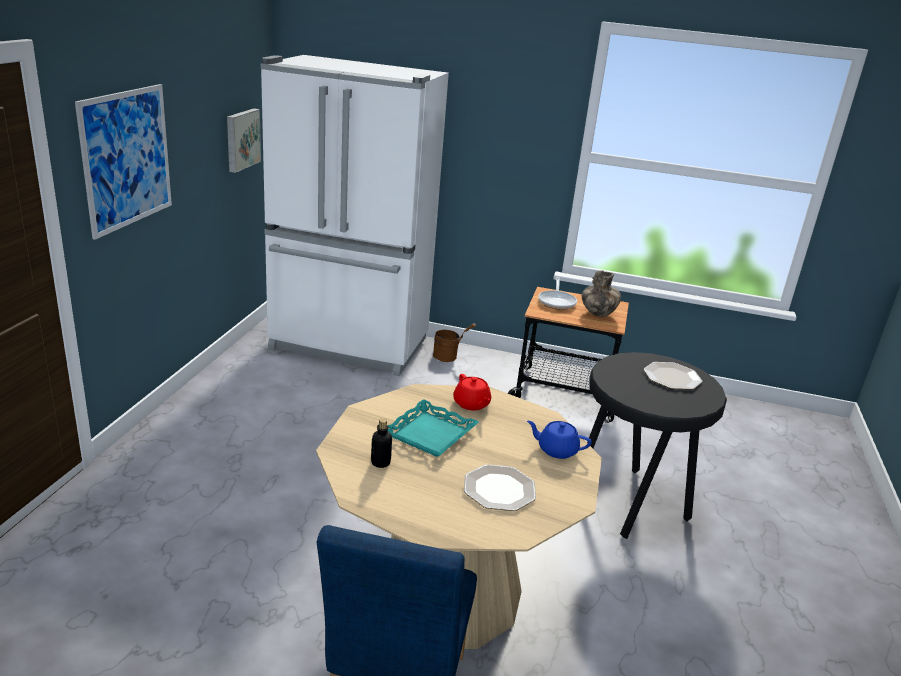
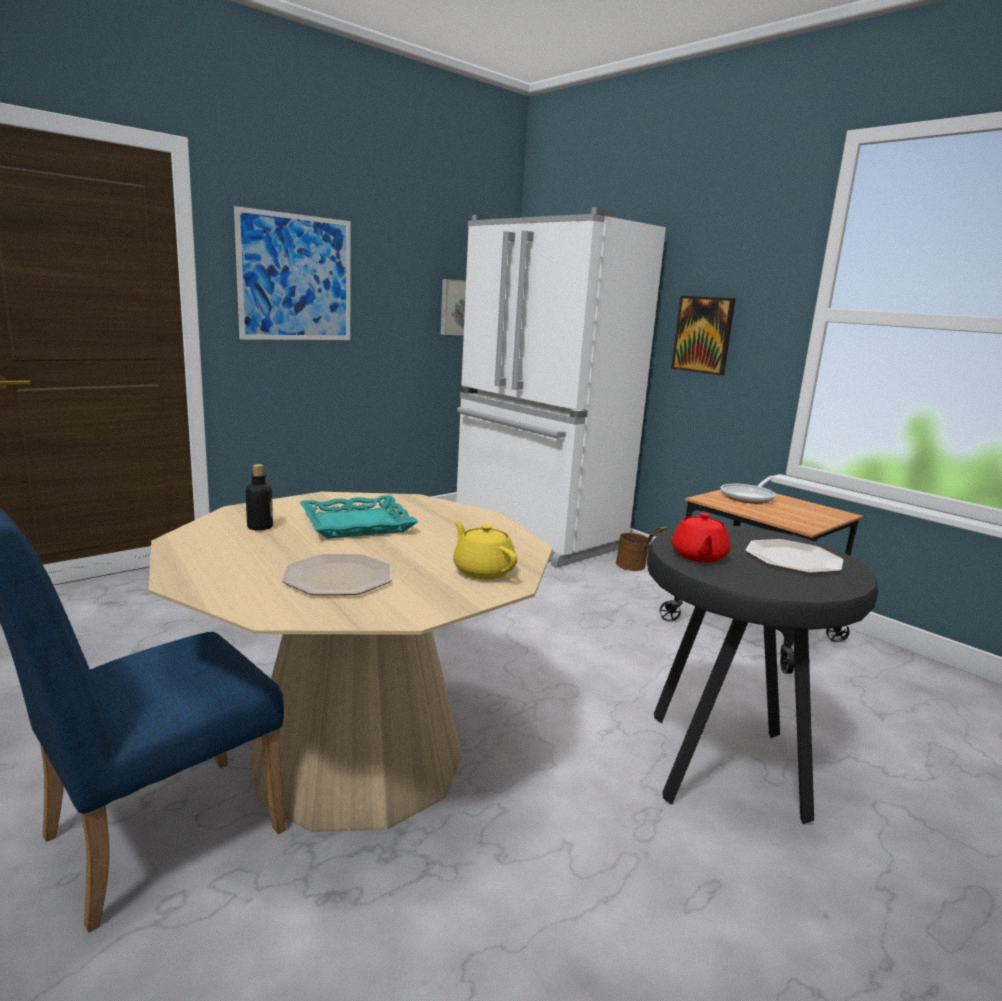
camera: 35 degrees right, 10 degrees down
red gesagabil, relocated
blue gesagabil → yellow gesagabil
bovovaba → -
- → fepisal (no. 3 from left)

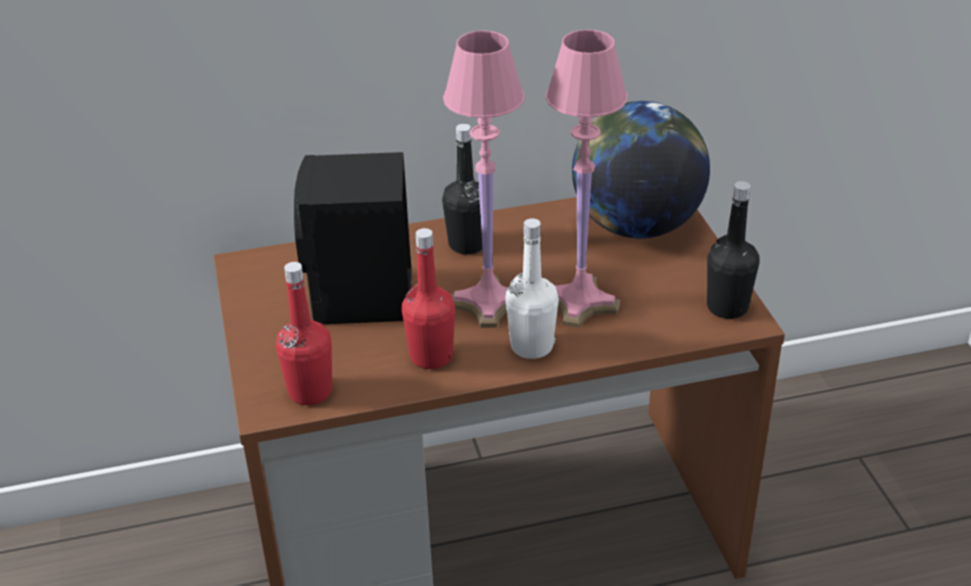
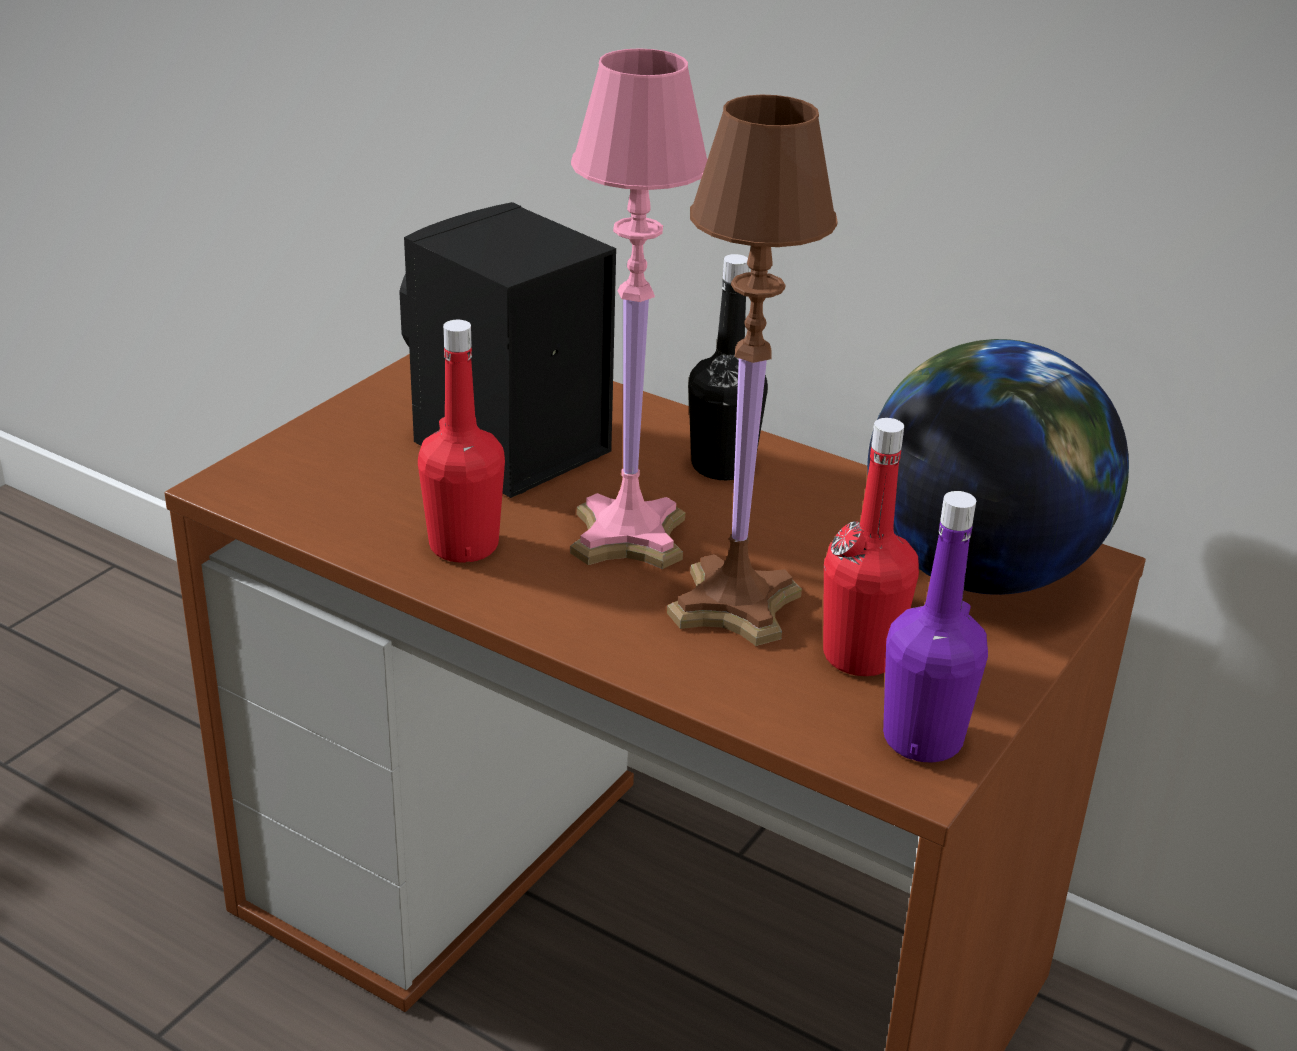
camera: 45 degrees right, 5 degrees down
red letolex (no. 1 from left in the first image) → red letolex (no. 2 from left), relocated
white letolex → -
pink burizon (no. 2 from left) → brown burizon
black letolex (no. 2 from left) → purple letolex

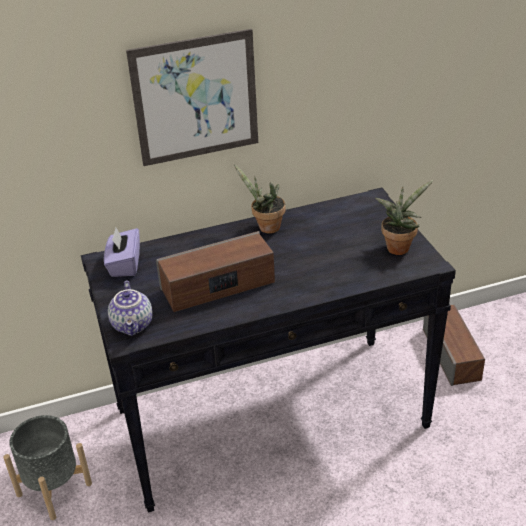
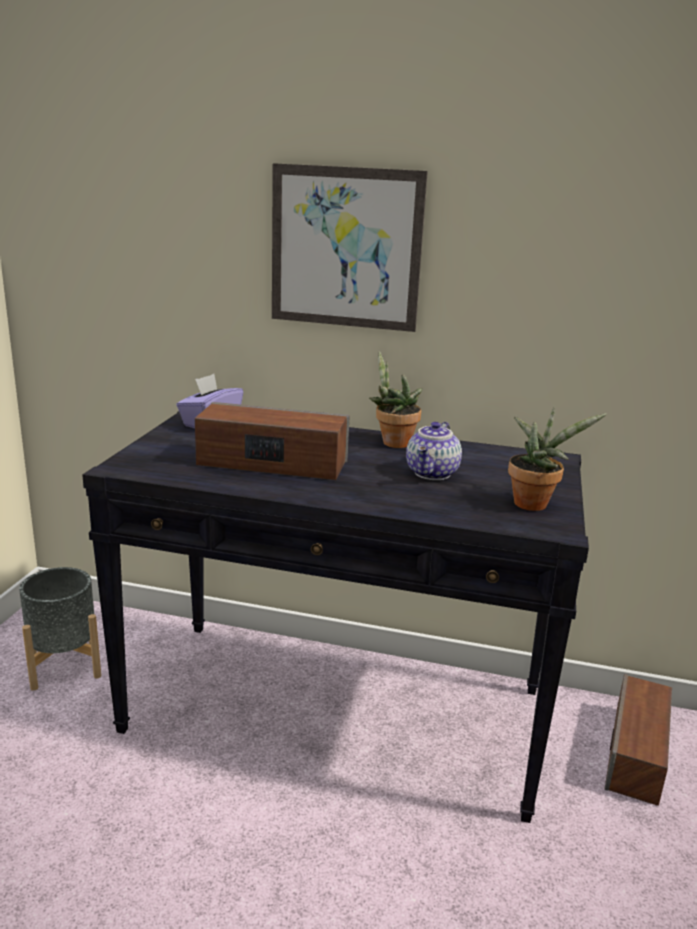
camera: 30 degrees right, 15 degrees down
gesagabil, relocated

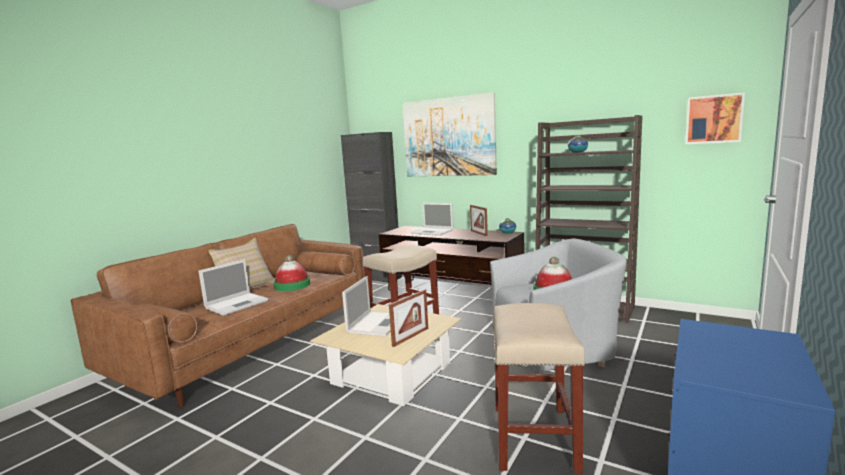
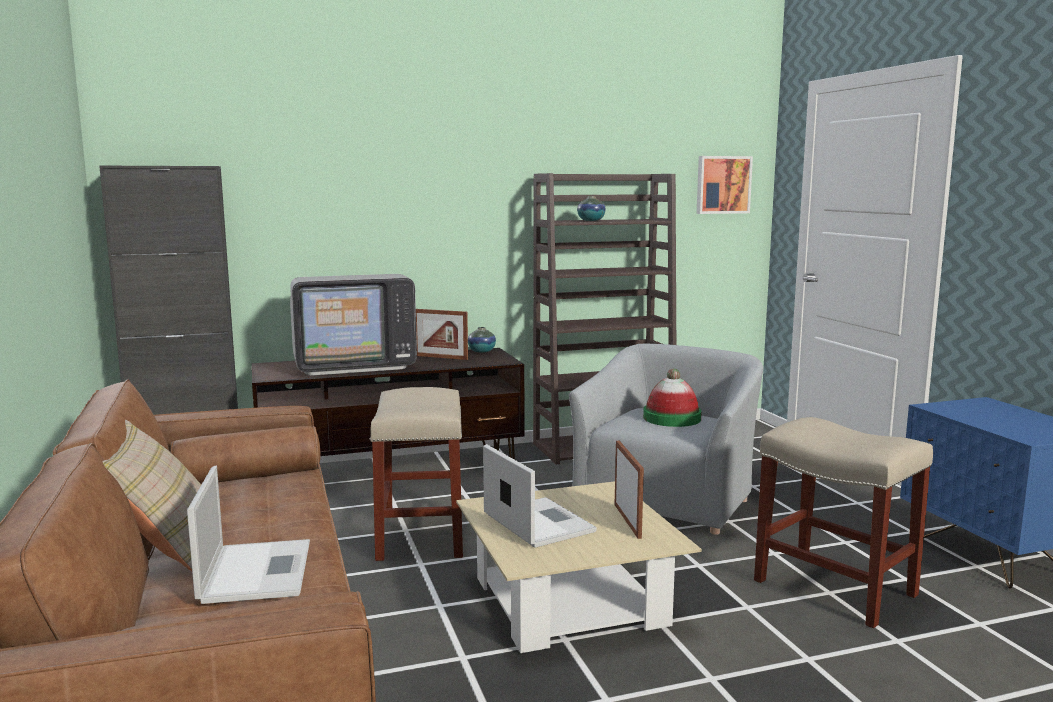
camera: 50 degrees left, 0 degrees up
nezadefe (no. 1 from left) → -
fepisal (no. 1 from left) → -
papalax (no. 3 from left) → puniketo

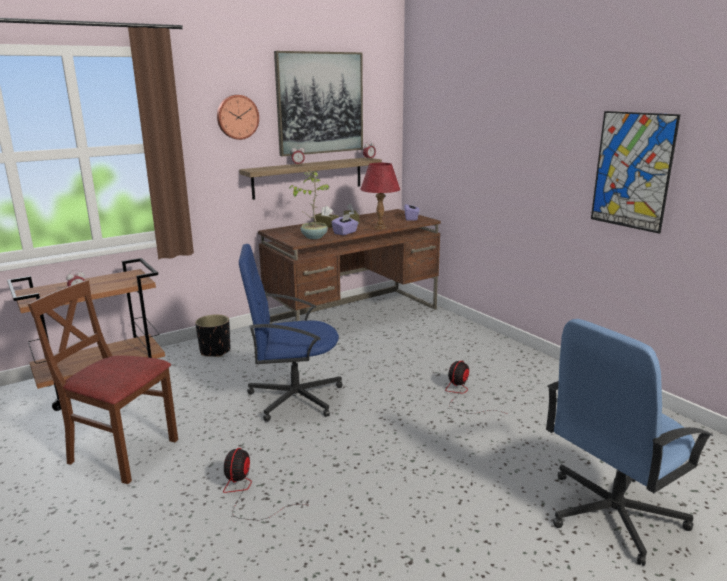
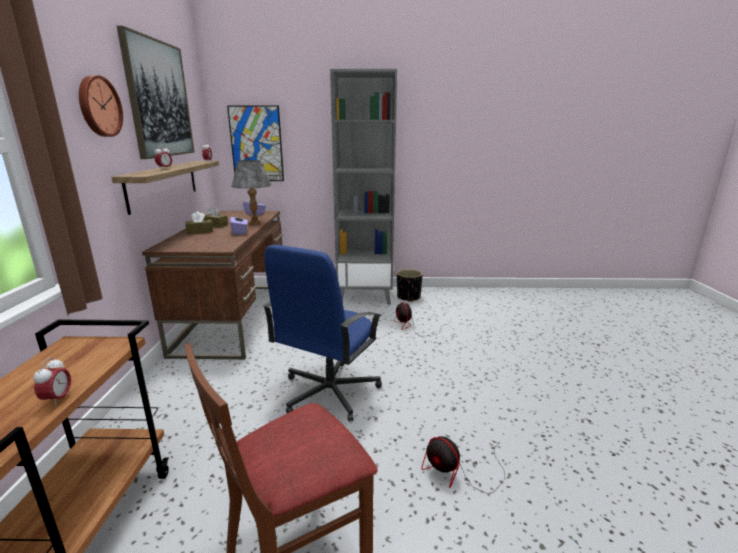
camera: 55 degrees left, 0 degrees up
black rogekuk, relocated
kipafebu → -
red burizon → grey burizon
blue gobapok (no. 2 from left) → -
fepisal (no. 2 from left), relocated
- → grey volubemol

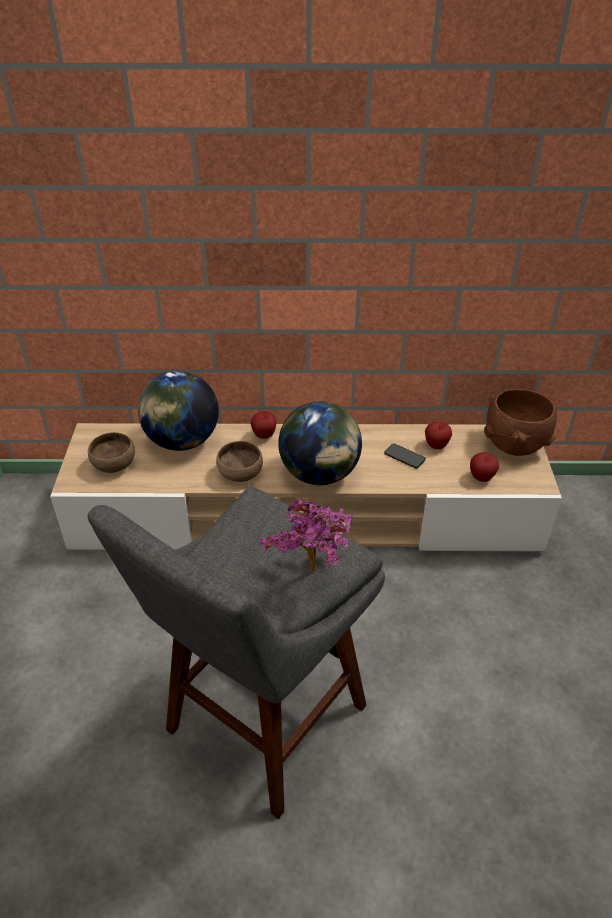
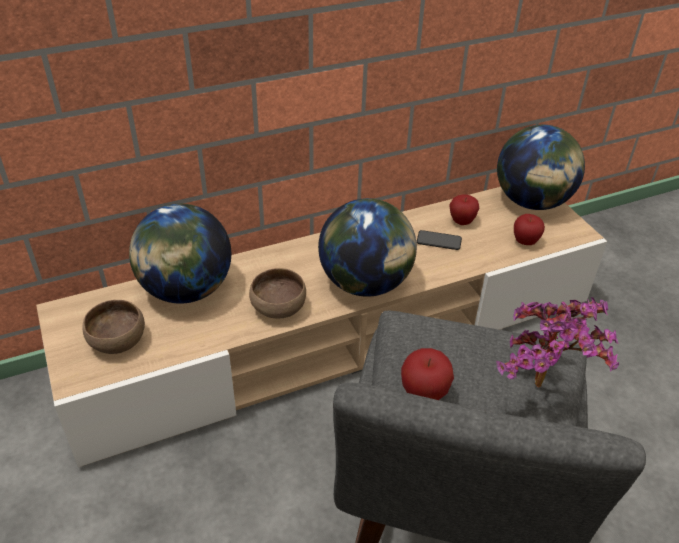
camera: 25 degrees left, 0 degrees up
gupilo (no. 1 from left), relocated
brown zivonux (no. 3 from left) → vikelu (no. 3 from left)

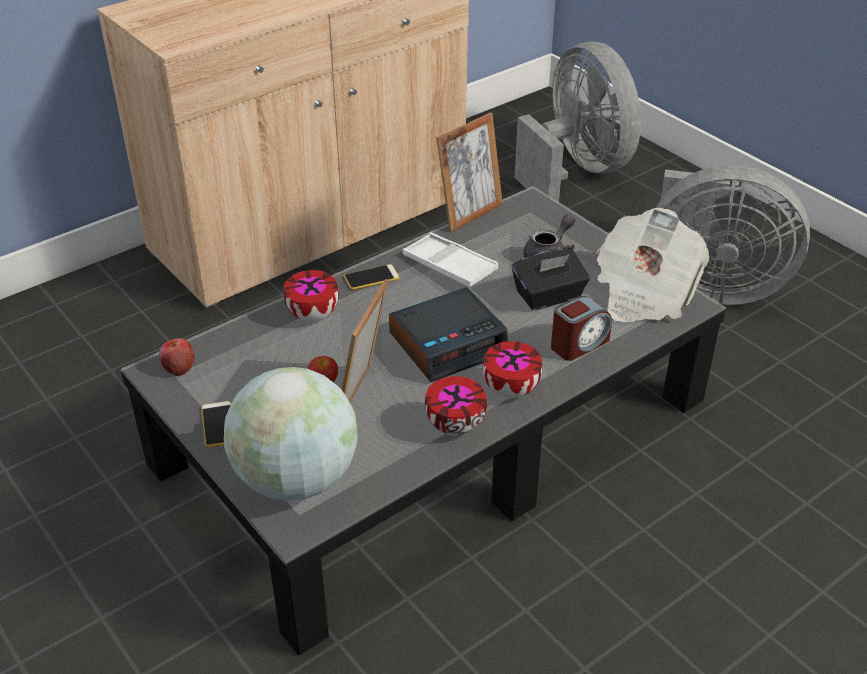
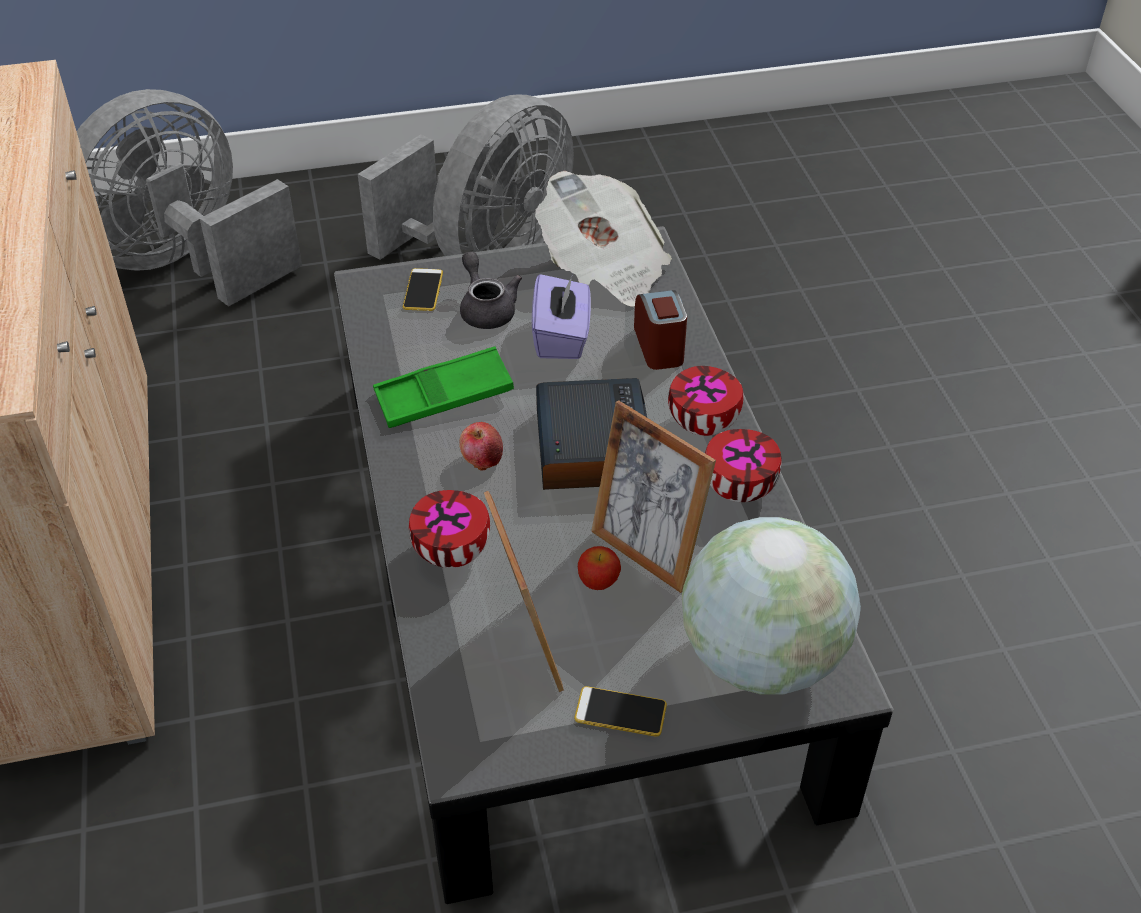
camera: 65 degrees left, 5 degrees up
gupilo (no. 1 from left), relocated
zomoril (no. 2 from left in the first image) → zomoril (no. 1 from left), relocated
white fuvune → green fuvune
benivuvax (no. 2 from left in the first image) → benivuvax (no. 1 from left), relocated
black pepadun → purple pepadun
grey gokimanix (no. 1 from left), 45 degrees counterclockwise

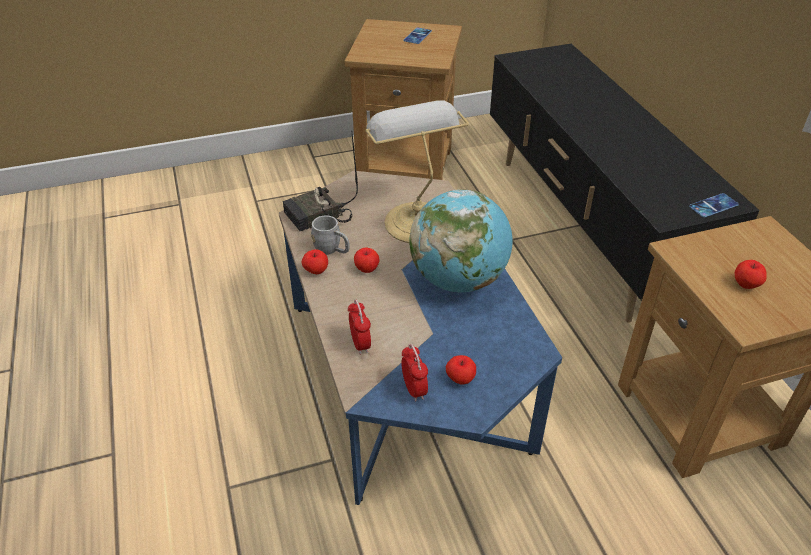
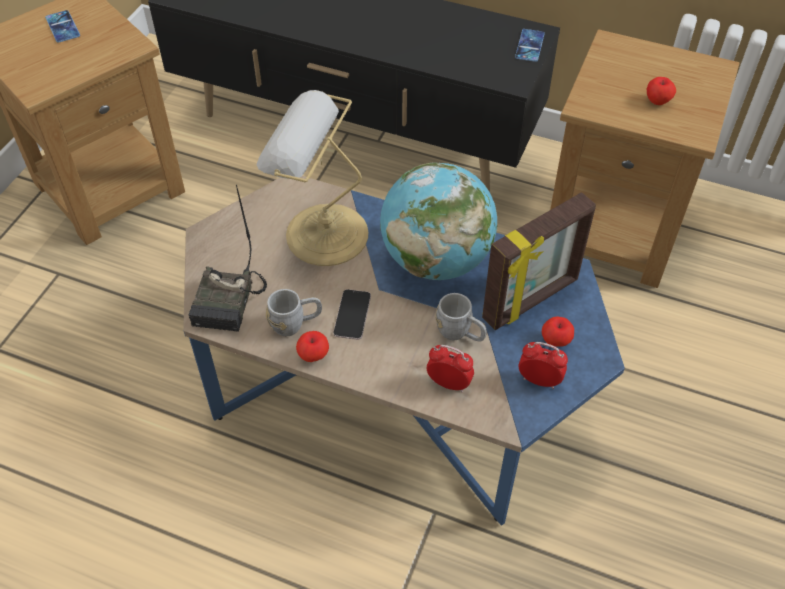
camera: 50 degrees left, 10 degrees up
gupilo (no. 2 from left) → zomoril (no. 2 from left)
- → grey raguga (no. 2 from left)
- → benivuvax

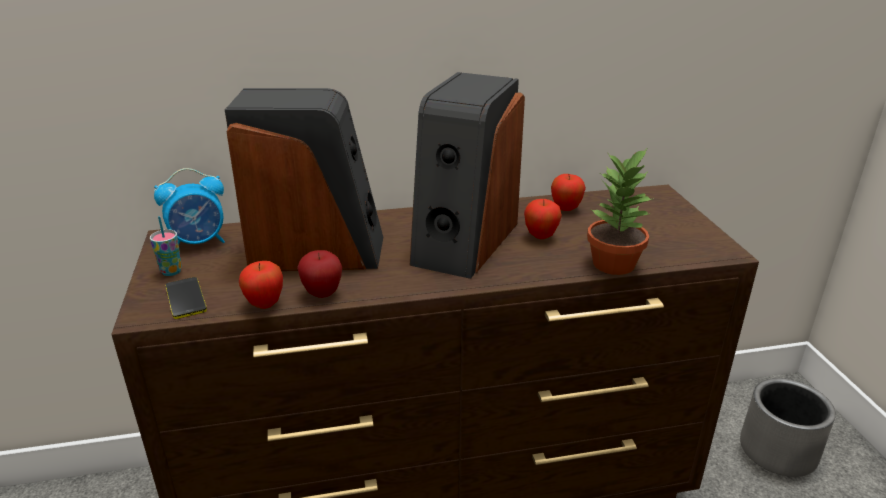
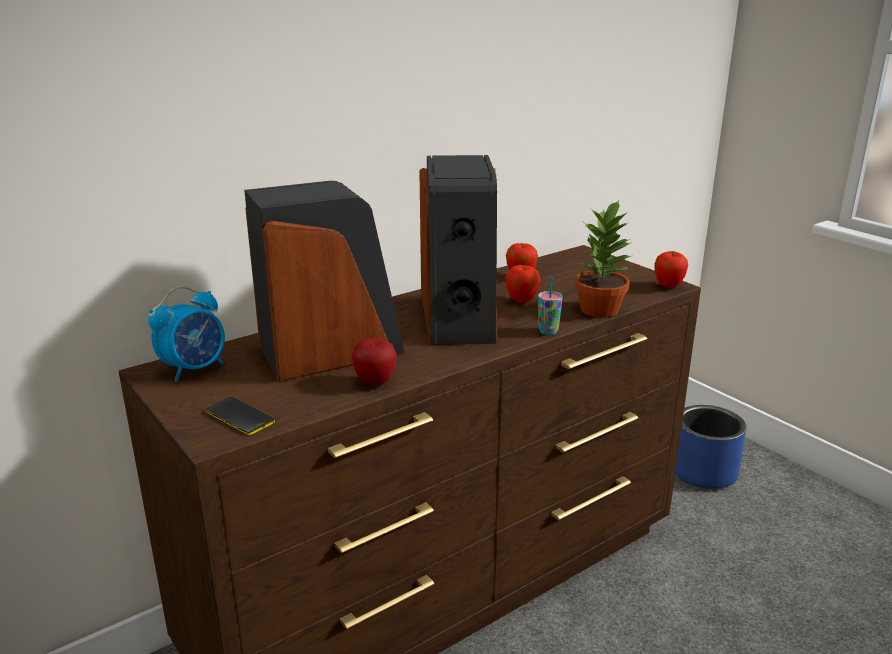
camera: 25 degrees left, 5 degrees down
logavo, relocated
gupilo (no. 1 from left in the first image) → gupilo (no. 4 from left), relocated
grey rogekuk → blue rogekuk

